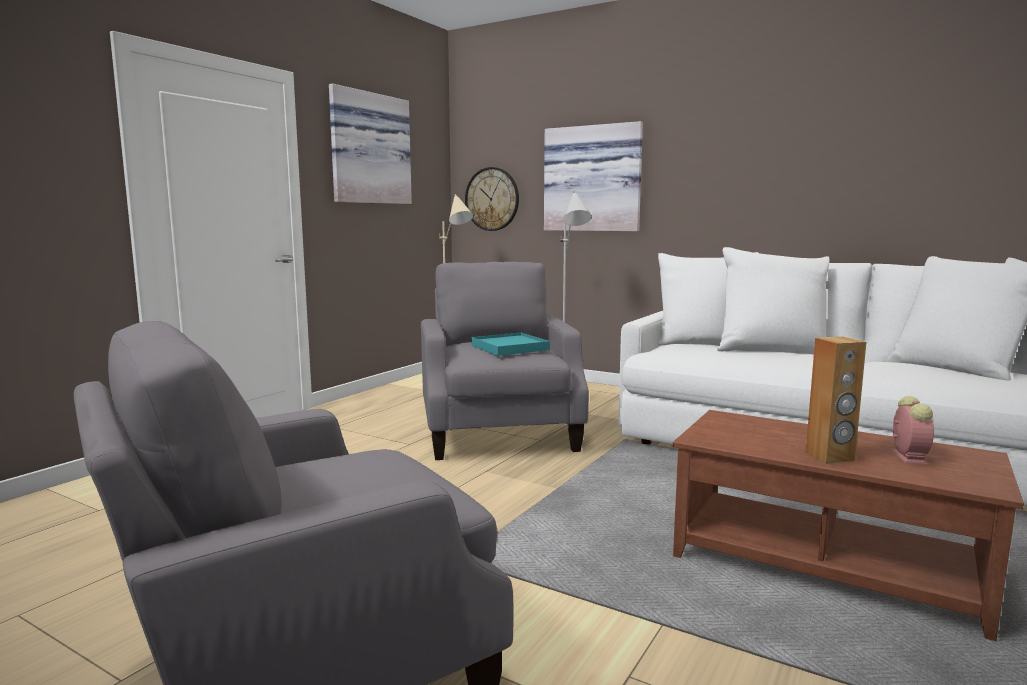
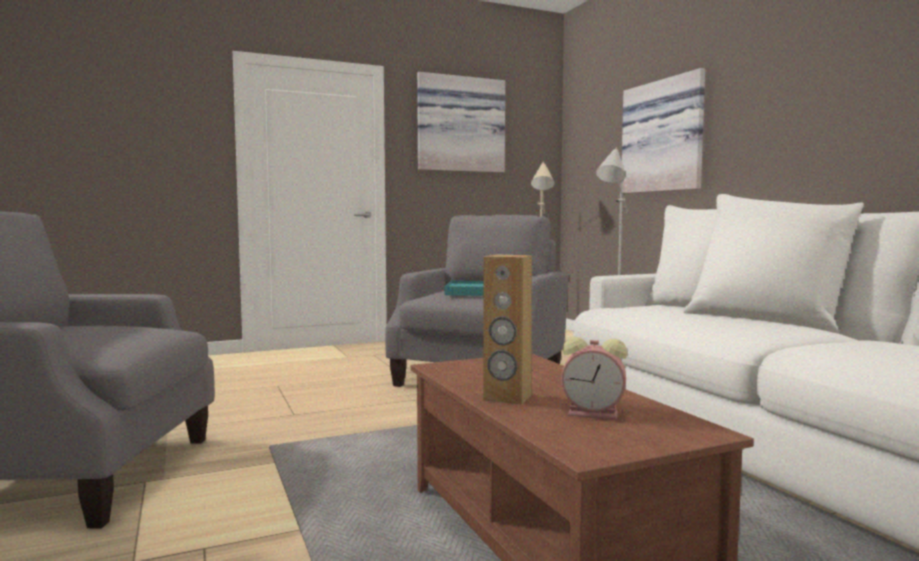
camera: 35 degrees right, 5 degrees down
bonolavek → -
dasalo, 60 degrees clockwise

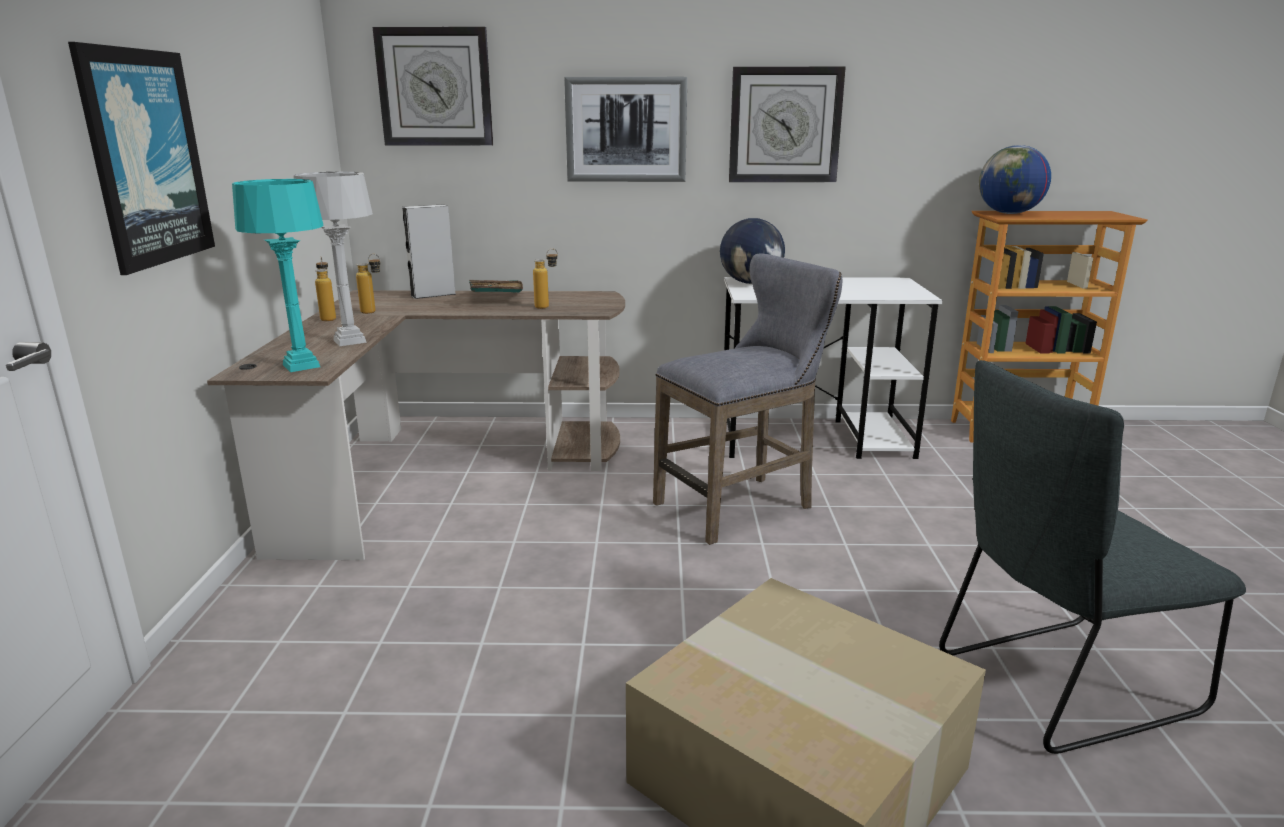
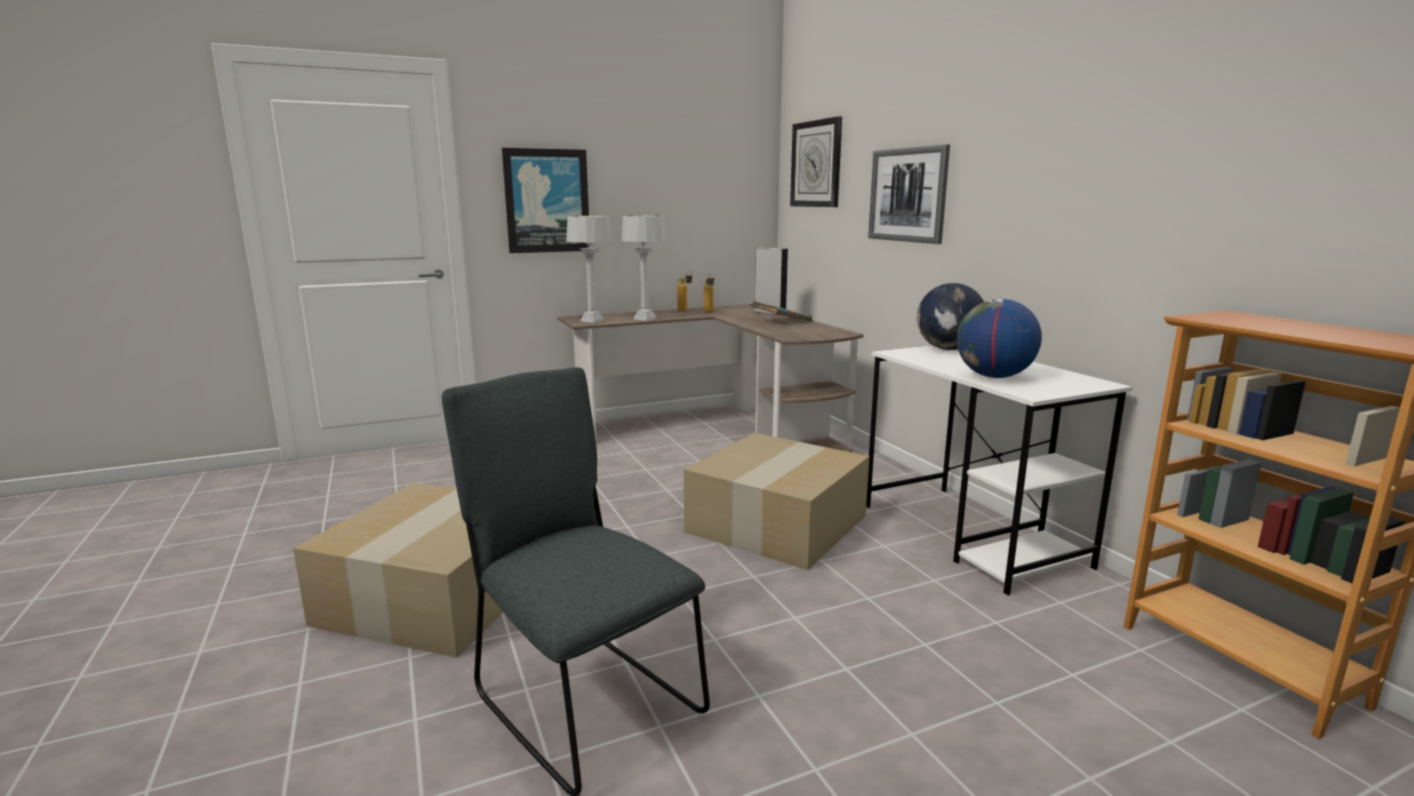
camera: 65 degrees right, 5 degrees down
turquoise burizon → grey burizon (no. 1 from left)
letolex (no. 3 from left) → -
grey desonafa → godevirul (no. 2 from left)
bonolavek (no. 2 from left) → -
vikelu (no. 2 from left), relocated

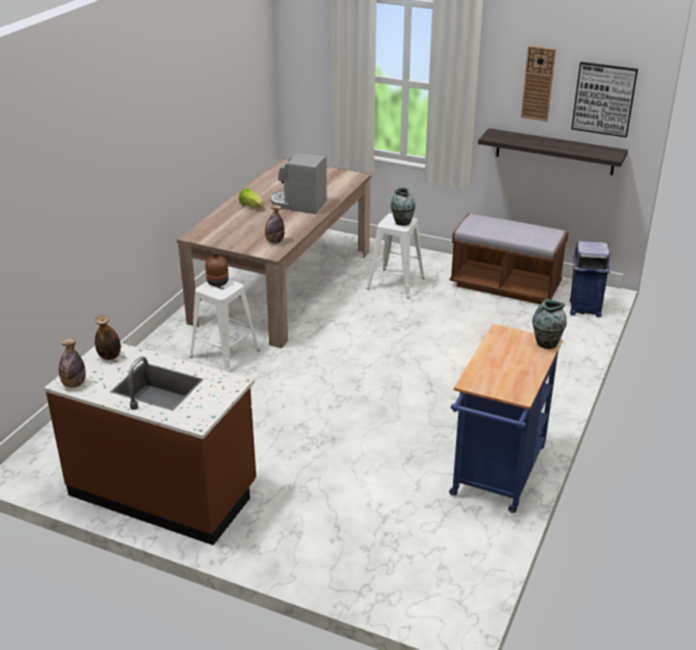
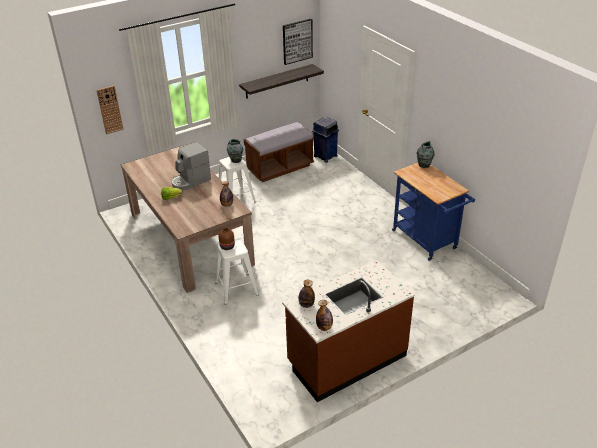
camera: 55 degrees left, 5 degrees up
bonolavek, relocated

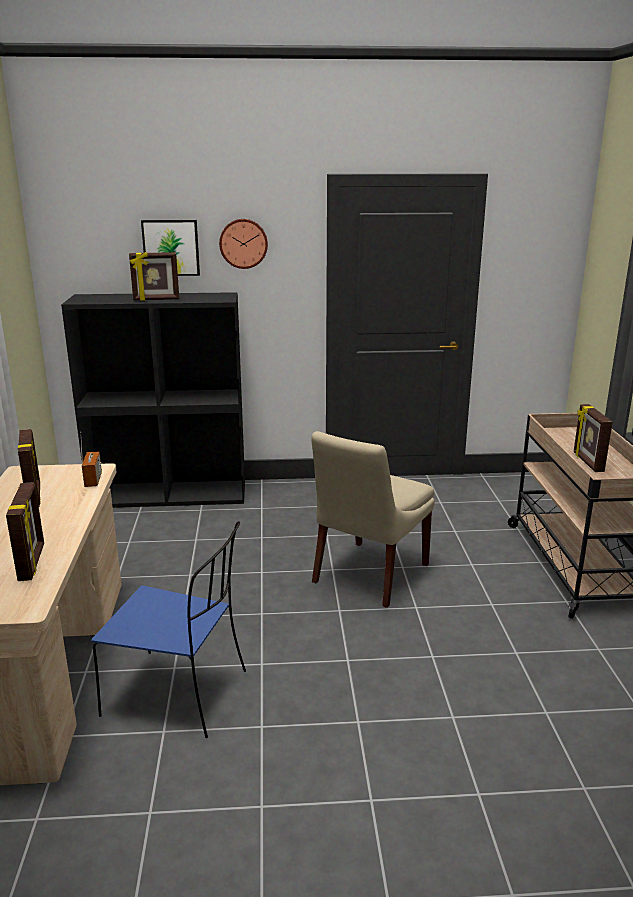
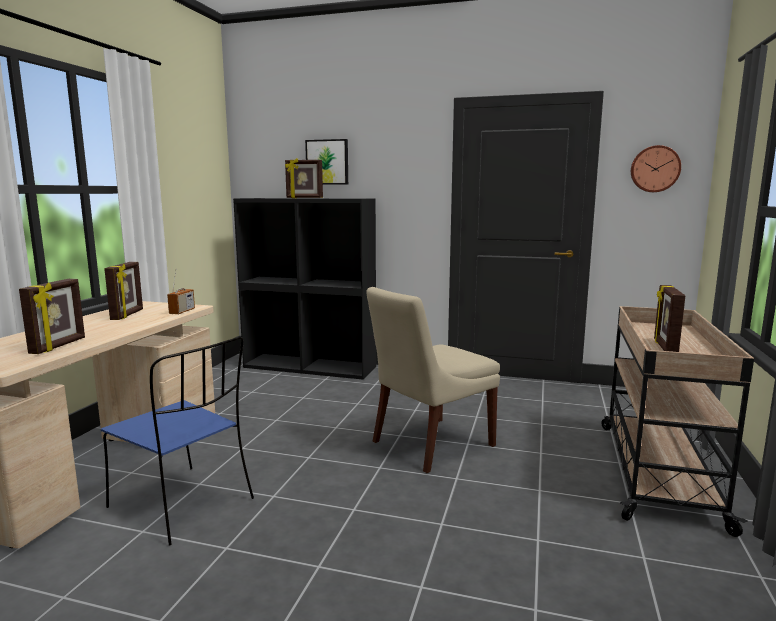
camera: 20 degrees right, 10 degrees down
bonolavek, relocated

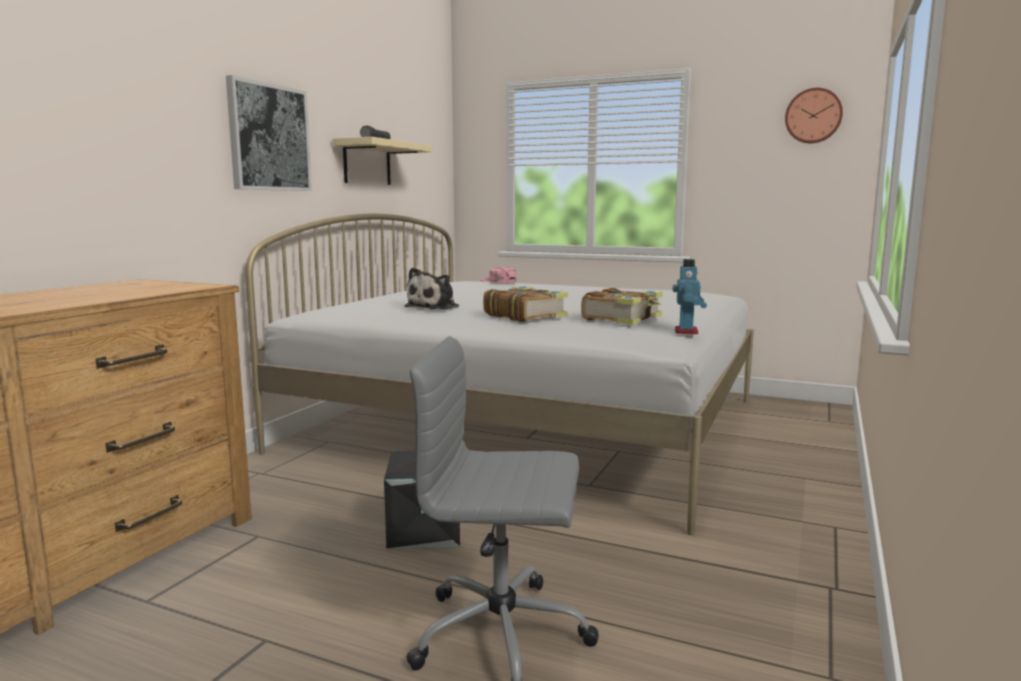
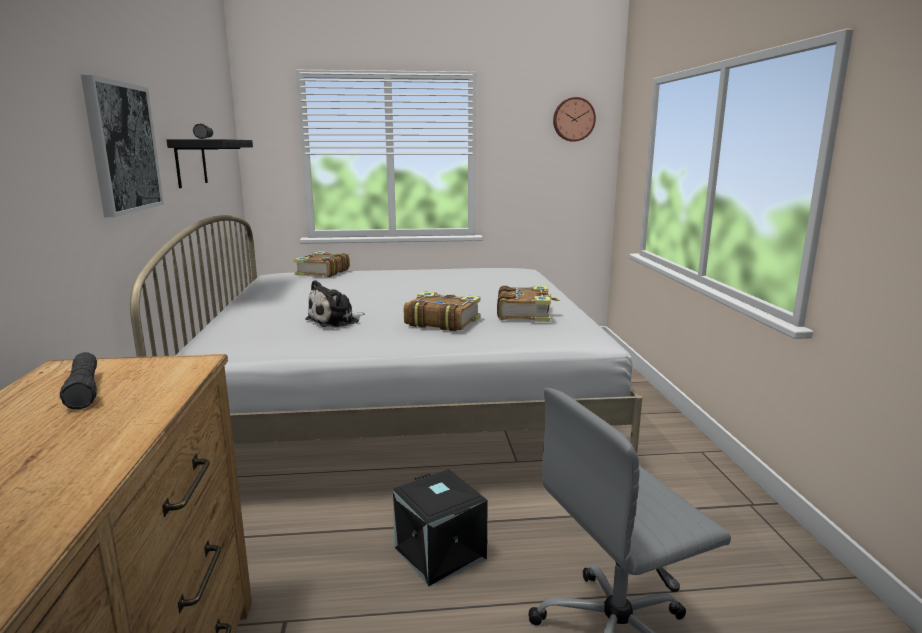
camera: 30 degrees left, 5 degrees up
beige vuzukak → black vuzukak
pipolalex, 45 degrees clockwise
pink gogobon → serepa (no. 1 from left)
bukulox → -
- → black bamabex (no. 1 from left)

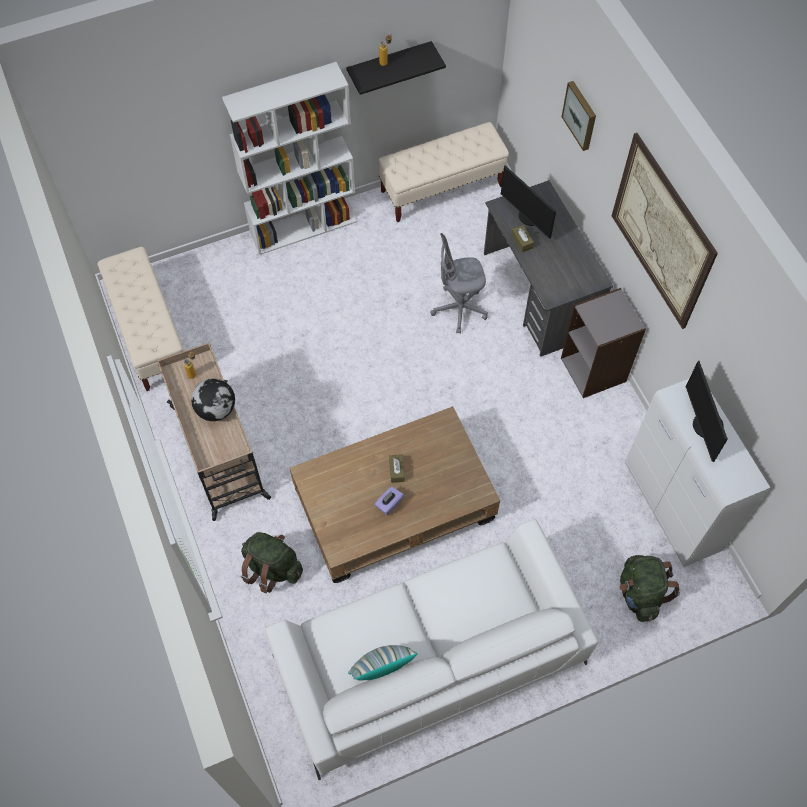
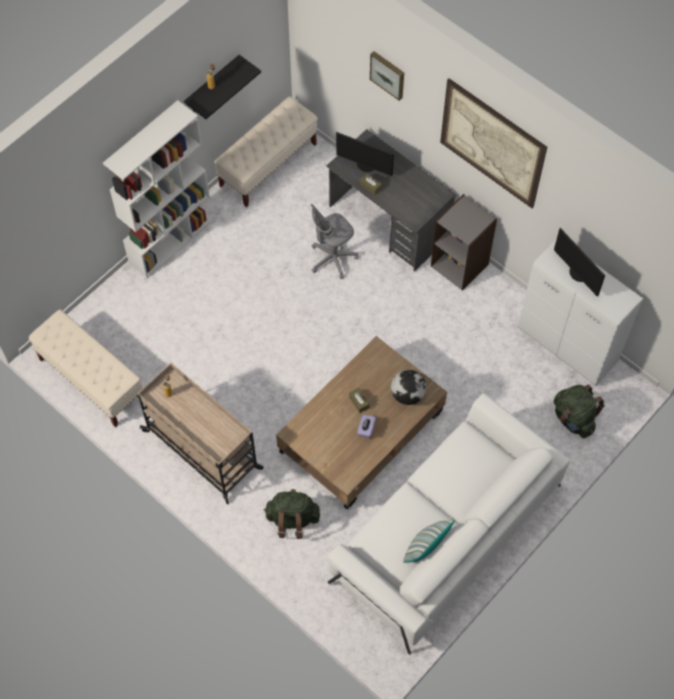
camera: 25 degrees left, 0 degrees up
vikelu, relocated

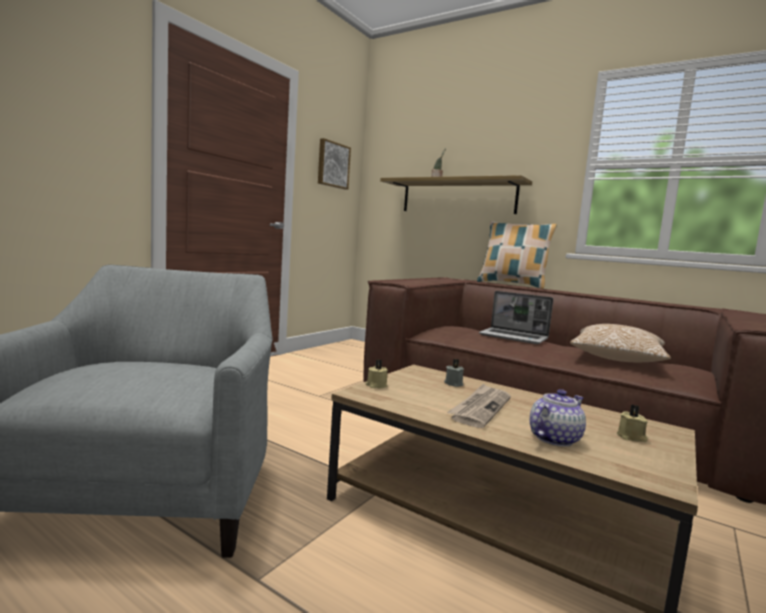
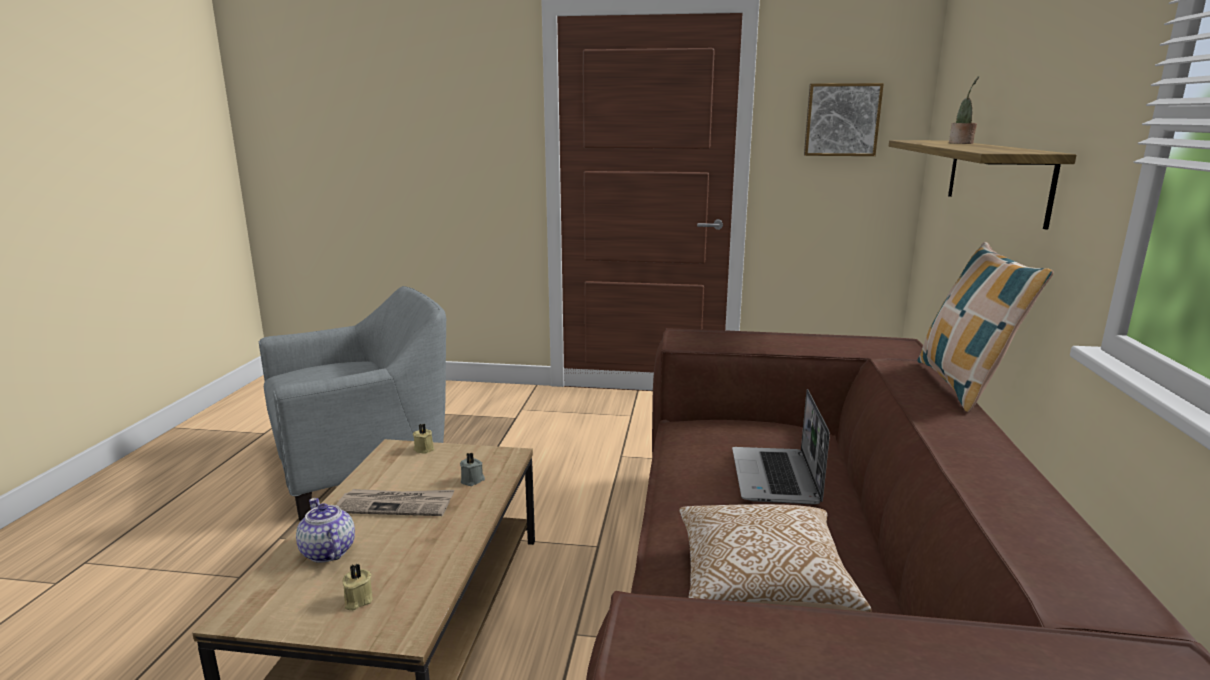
camera: 65 degrees right, 10 degrees up
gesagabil, 150 degrees counterclockwise

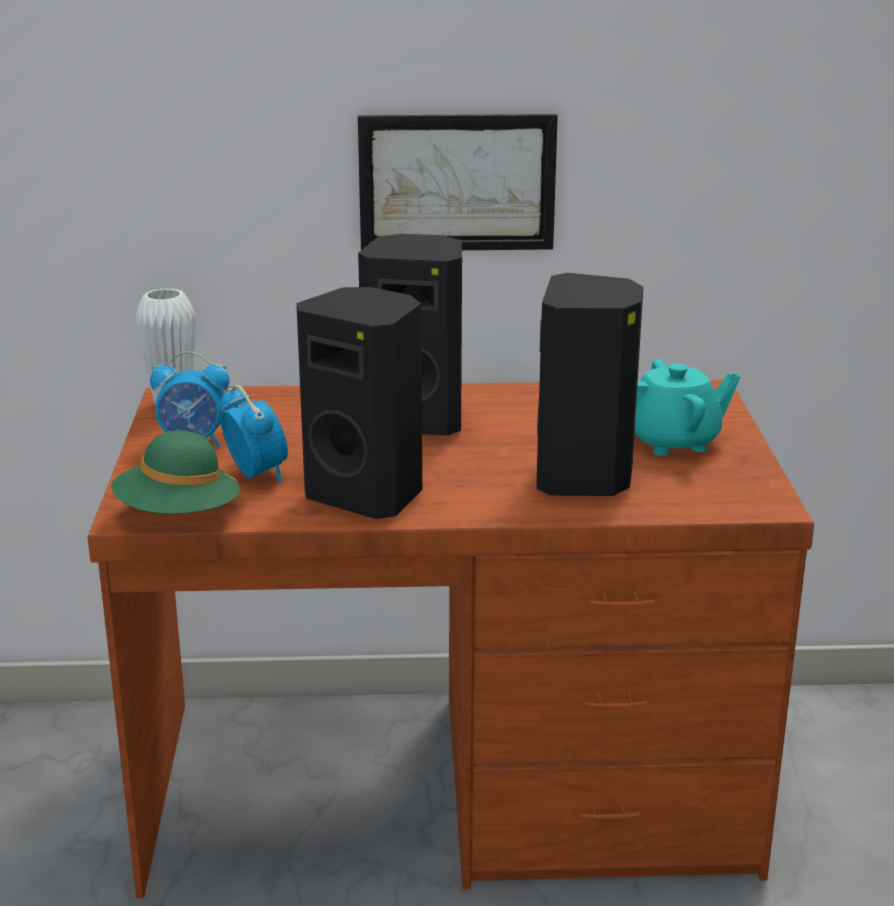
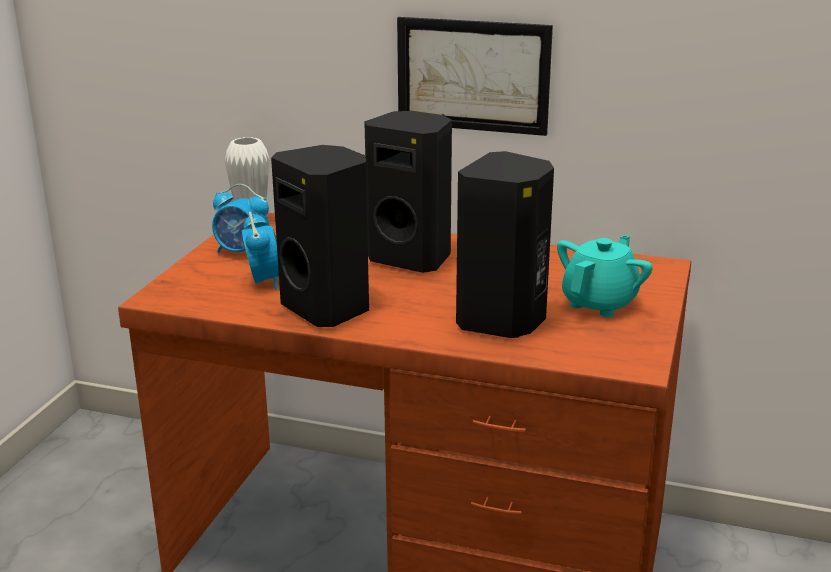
camera: 20 degrees right, 0 degrees up
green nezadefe → -
turquoise gesagabil, 60 degrees counterclockwise

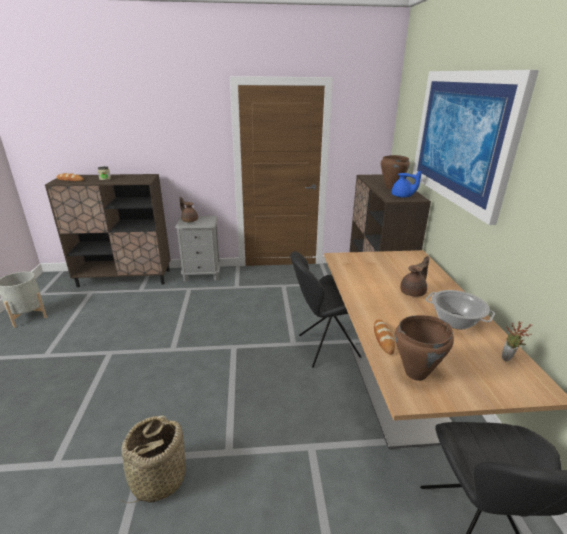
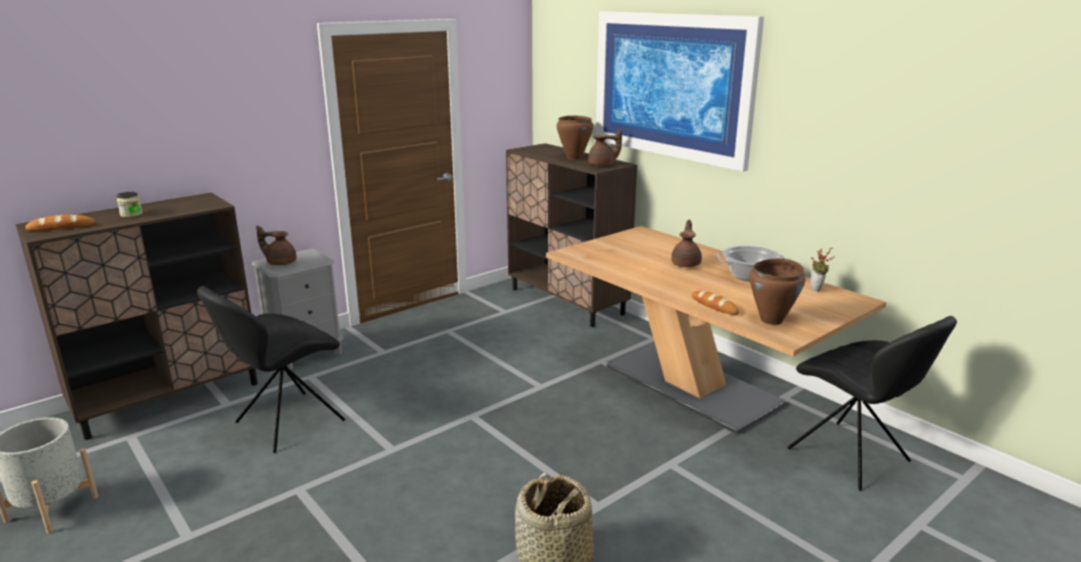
camera: 35 degrees left, 5 degrees down
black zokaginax (no. 1 from left), relocated
blue gesagabil → brown gesagabil (no. 2 from left)

